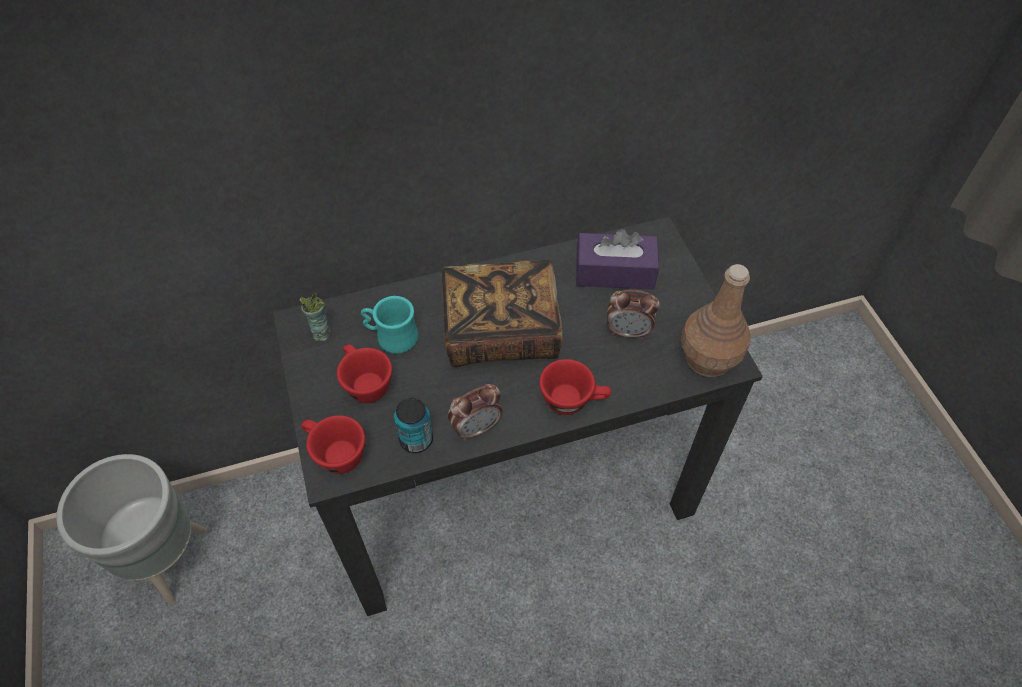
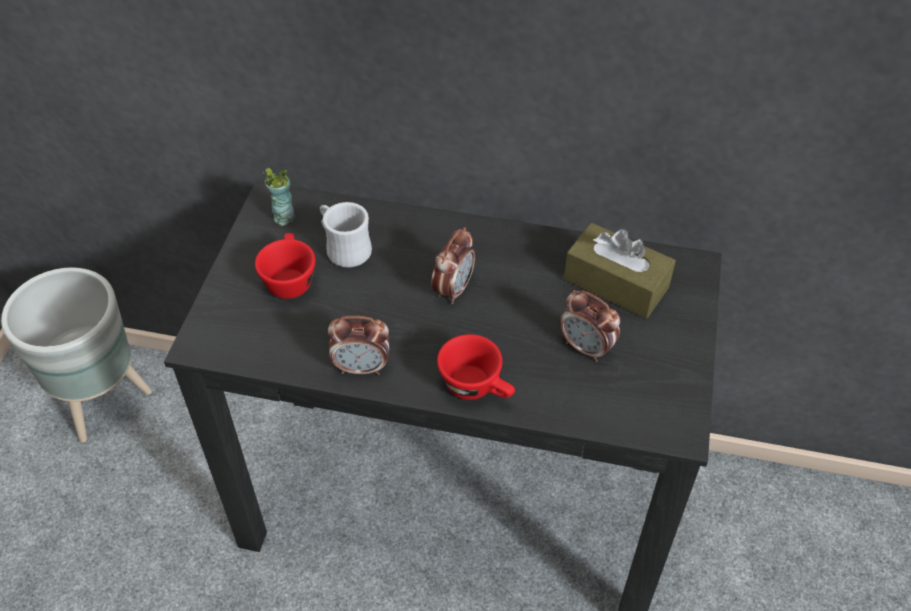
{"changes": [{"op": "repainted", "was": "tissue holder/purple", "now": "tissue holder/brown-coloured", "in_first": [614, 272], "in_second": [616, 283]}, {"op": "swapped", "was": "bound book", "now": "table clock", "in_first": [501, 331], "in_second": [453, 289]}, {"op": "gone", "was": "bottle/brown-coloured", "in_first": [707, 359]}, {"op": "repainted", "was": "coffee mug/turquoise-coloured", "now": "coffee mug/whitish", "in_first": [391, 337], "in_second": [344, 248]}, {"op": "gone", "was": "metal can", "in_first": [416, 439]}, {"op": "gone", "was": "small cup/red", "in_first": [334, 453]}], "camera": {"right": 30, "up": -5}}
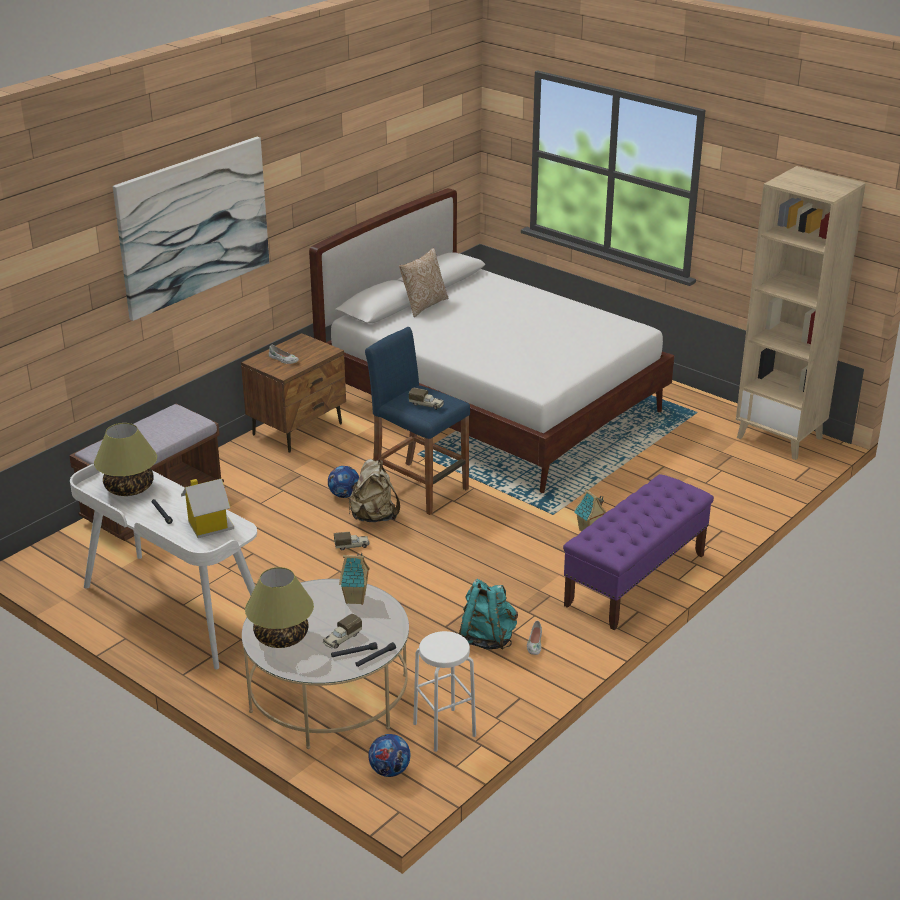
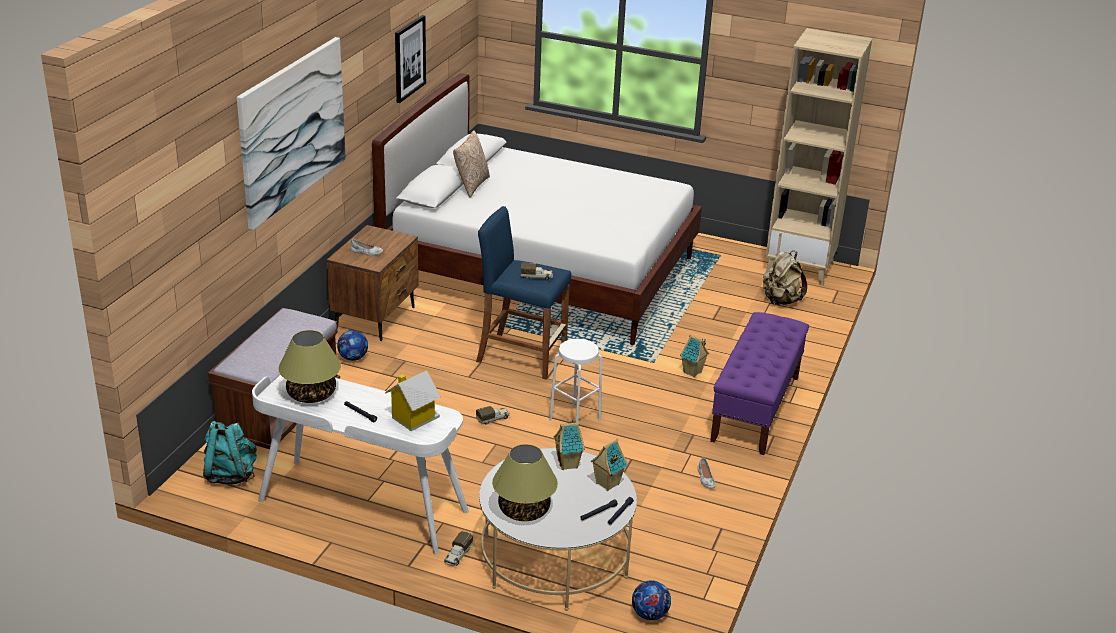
{"changes": [{"op": "shifted", "was": "rucksack/beige-coloured", "in_first": [374, 517], "in_second": [781, 301]}, {"op": "shifted", "was": "football", "in_first": [344, 495], "in_second": [353, 358]}, {"op": "shifted", "was": "rucksack/turquoise-coloured", "in_first": [487, 638], "in_second": [230, 475]}, {"op": "shifted", "was": "toy truck", "in_first": [342, 639], "in_second": [457, 555]}, {"op": "shifted", "was": "stool seat/whitish", "in_first": [444, 729], "in_second": [574, 420]}, {"op": "new", "now": "picture", "in_second": [409, 58]}, {"op": "new", "now": "toy house", "in_second": [606, 484]}], "camera": {"right": -20, "up": 0}}
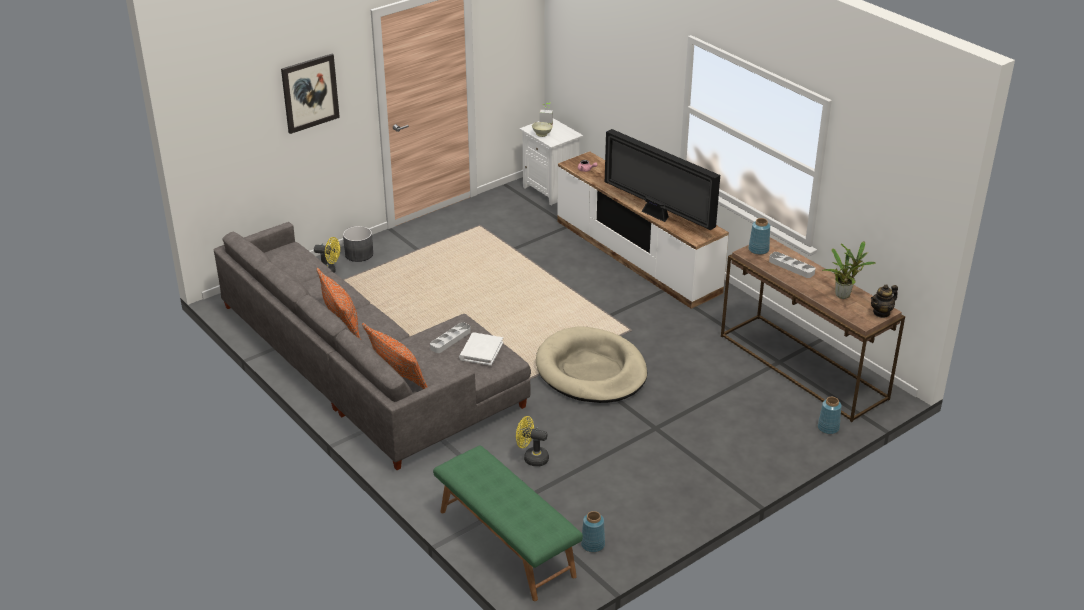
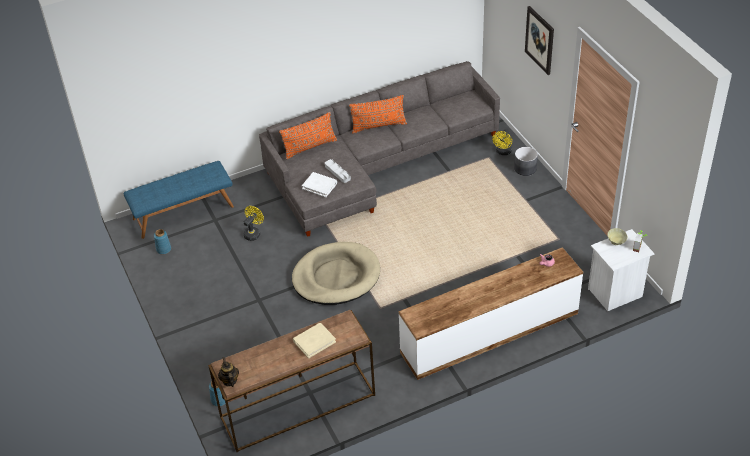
{"changes": [{"op": "gone", "was": "TV", "in_first": [657, 216]}, {"op": "gone", "was": "flower vase/bluish", "in_first": [758, 250]}, {"op": "gone", "was": "plant in a pot", "in_first": [844, 295]}, {"op": "swapped", "was": "tray/gray", "now": "bound book/beige-coloured", "in_first": [791, 267], "in_second": [314, 341]}, {"op": "repainted", "was": "bench/greenish", "now": "bench/bluish", "in_first": [505, 543], "in_second": [183, 212]}], "camera": {"right": 105, "up": 10}}
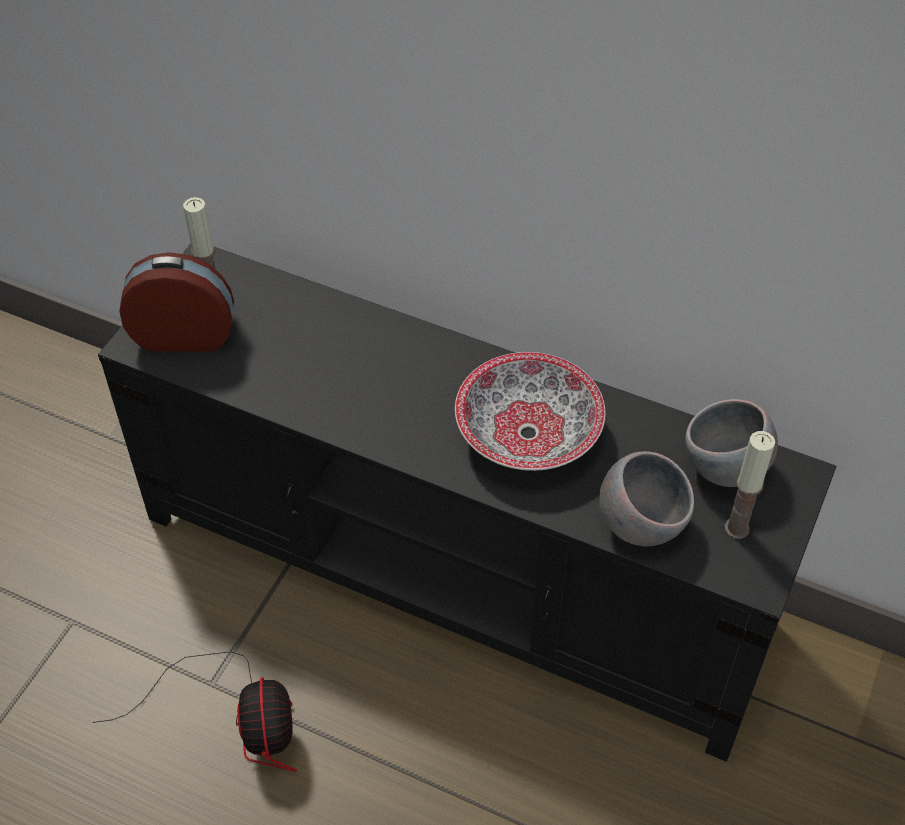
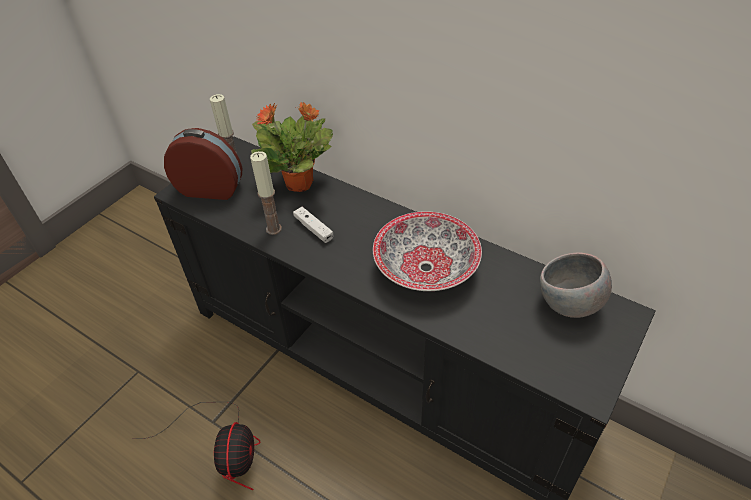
{"changes": [{"op": "shifted", "was": "candle", "in_first": [736, 528], "in_second": [273, 229]}, {"op": "gone", "was": "deep dish/gray", "in_first": [640, 523]}, {"op": "new", "now": "plant in a pot", "in_second": [300, 184]}, {"op": "new", "now": "gamepad/whitish", "in_second": [313, 229]}], "camera": {"right": 10, "up": -5}}
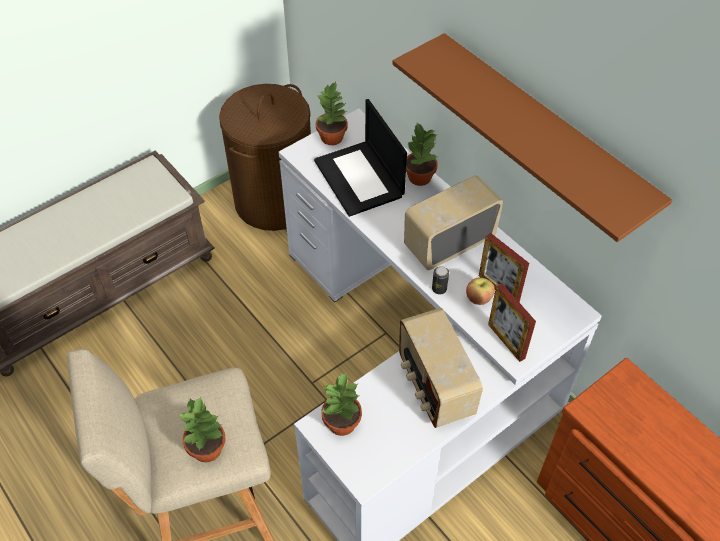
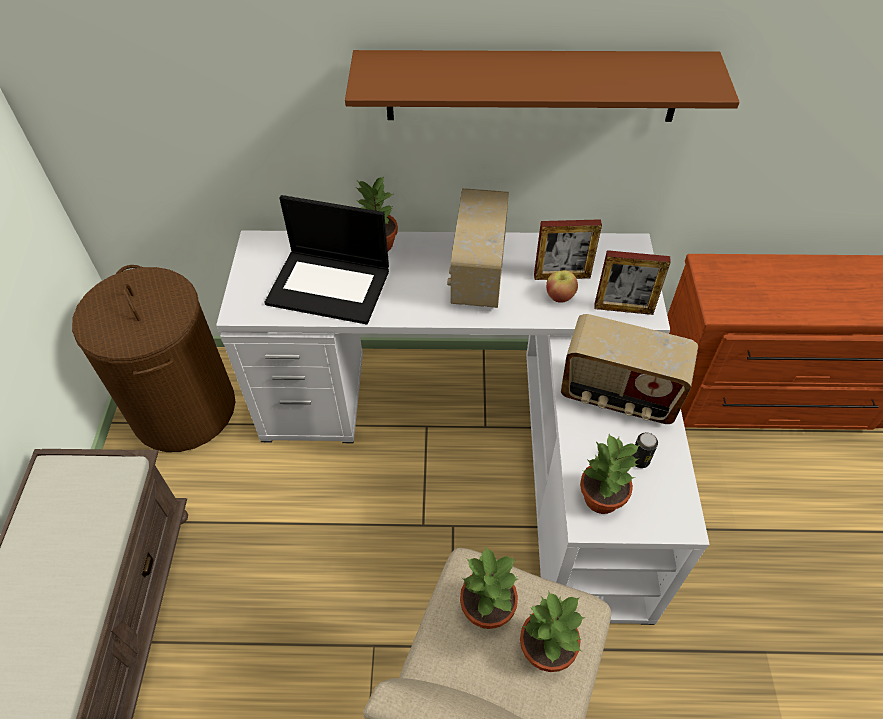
{"changes": [{"op": "shifted", "was": "plant in a pot", "in_first": [332, 137], "in_second": [488, 608]}, {"op": "shifted", "was": "metal can", "in_first": [439, 289], "in_second": [639, 460]}], "camera": {"right": -50, "up": 0}}
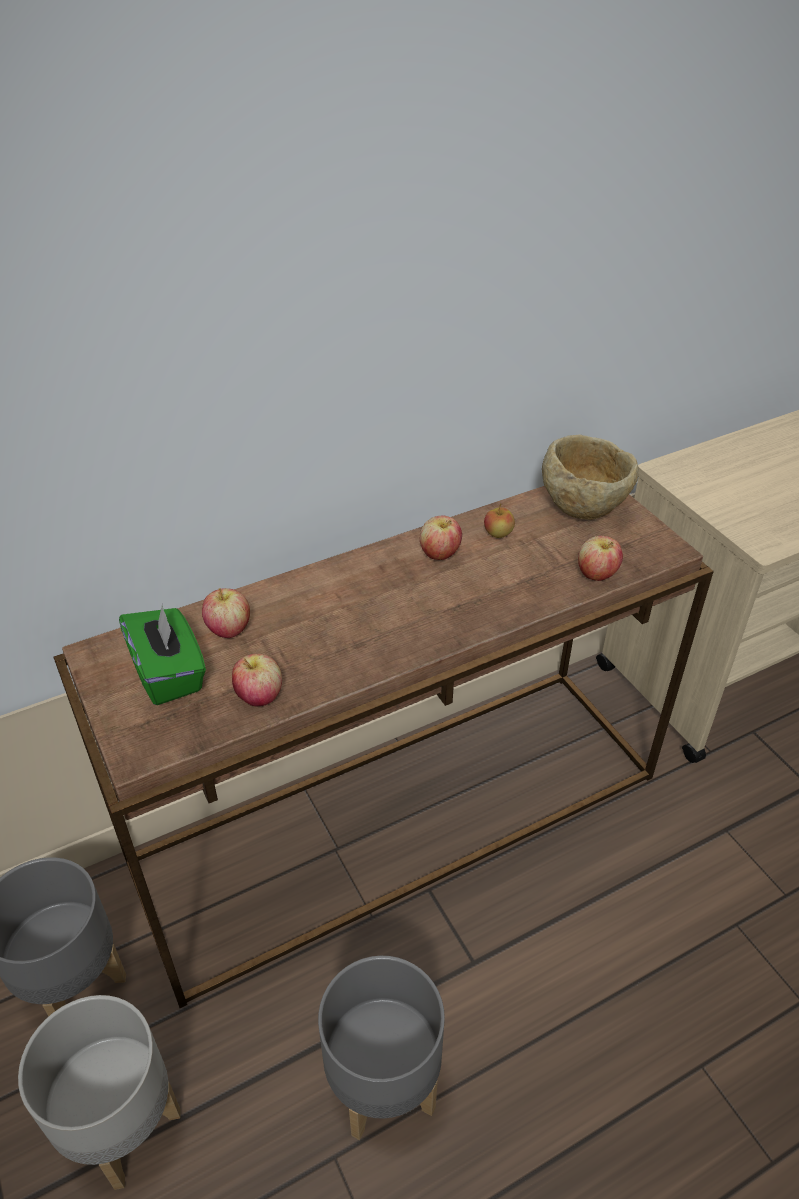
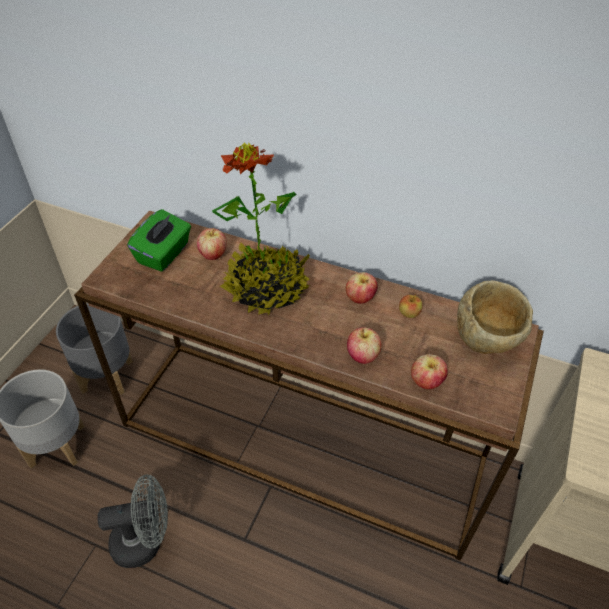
{"changes": [{"op": "shifted", "was": "apple", "in_first": [259, 696], "in_second": [362, 356]}, {"op": "swapped", "was": "flower pot/gray", "now": "fan/gray", "in_first": [382, 1084], "in_second": [145, 541]}, {"op": "new", "now": "plant in a pot", "in_second": [266, 289]}], "camera": {"right": 50, "up": 5}}
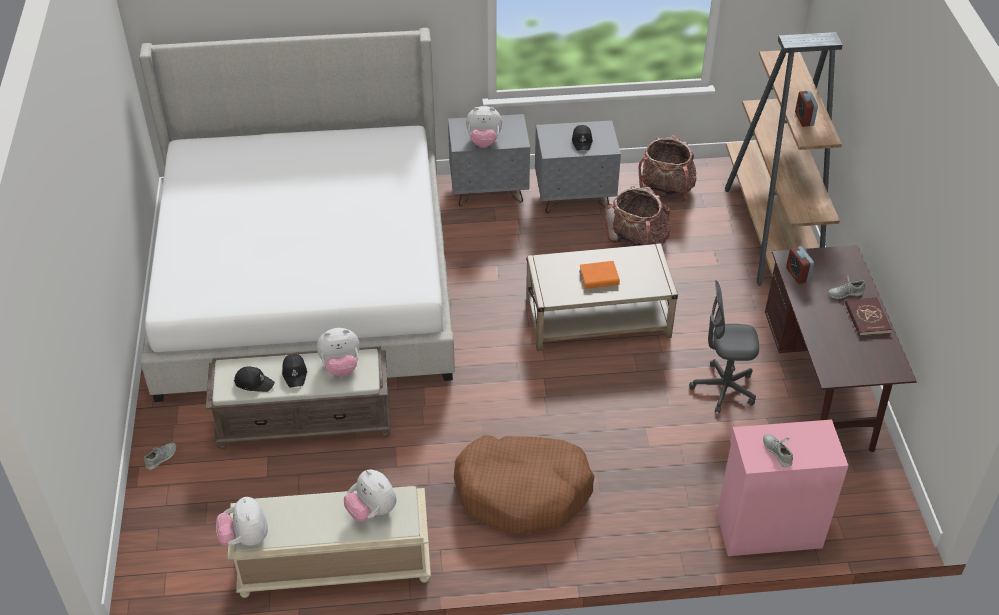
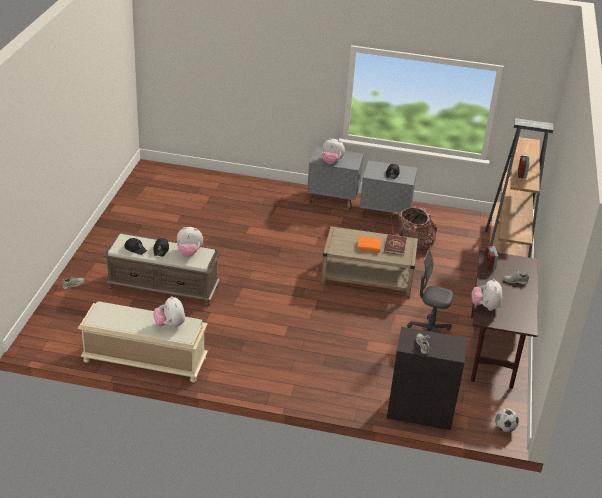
{"changes": [{"op": "gone", "was": "sleeping bed", "in_first": [306, 281]}, {"op": "gone", "was": "rucksack", "in_first": [666, 190]}, {"op": "shifted", "was": "bound book/red", "in_first": [867, 318], "in_second": [395, 246]}, {"op": "repainted", "was": "cupboard/pinkish", "now": "cupboard/black", "in_first": [767, 529], "in_second": [419, 411]}, {"op": "gone", "was": "dog cushion/brown-coloured", "in_first": [523, 491]}, {"op": "shifted", "was": "soft toy", "in_first": [245, 538], "in_second": [485, 306]}, {"op": "new", "now": "football", "in_second": [504, 428]}], "camera": {"right": 15, "up": -10}}
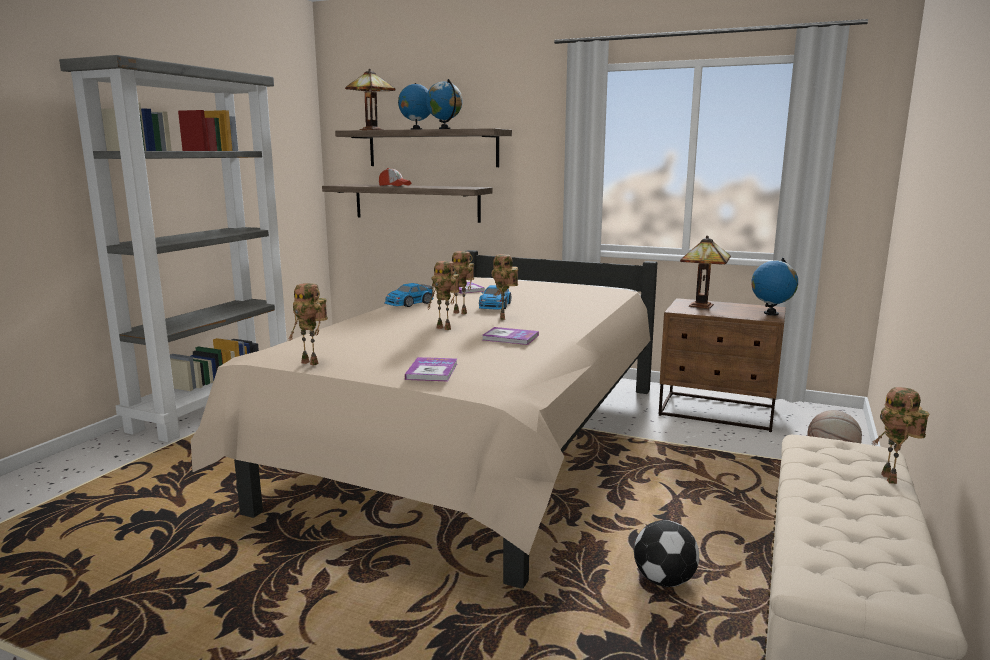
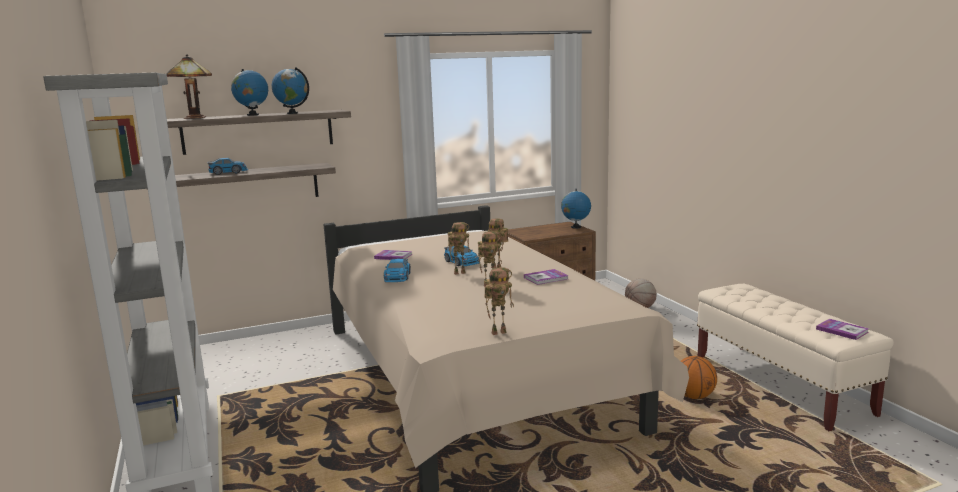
{"changes": [{"op": "swapped", "was": "peaked cap", "now": "miniature car", "in_first": [394, 185], "in_second": [228, 172]}, {"op": "gone", "was": "lamp for a table", "in_first": [703, 305]}, {"op": "shifted", "was": "bound book", "in_first": [432, 371], "in_second": [842, 330]}, {"op": "gone", "was": "robot figure", "in_first": [892, 479]}, {"op": "swapped", "was": "football", "now": "basketball", "in_first": [663, 581], "in_second": [694, 396]}], "camera": {"right": -45, "up": 0}}
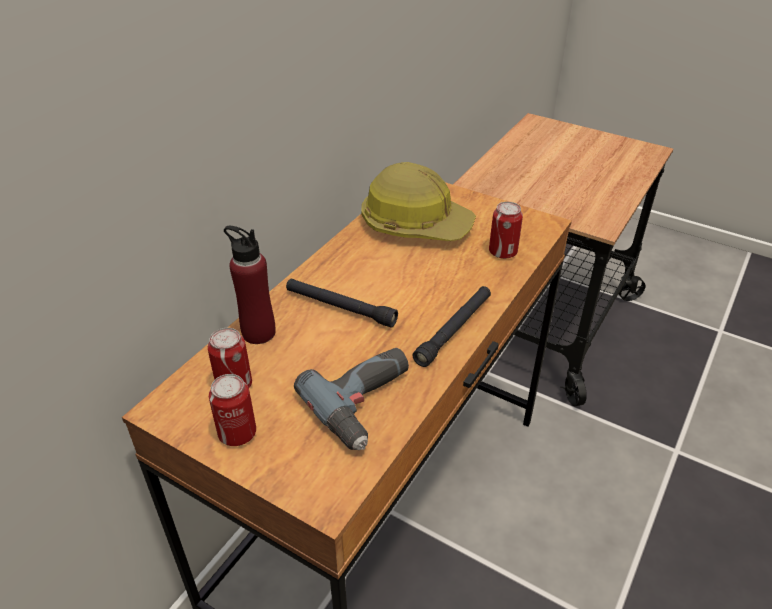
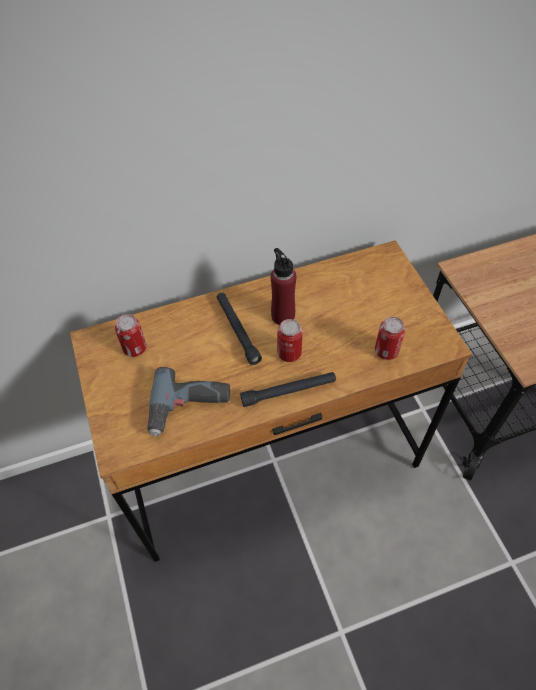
{"changes": [{"op": "gone", "was": "hard hat", "in_first": [415, 224]}, {"op": "shifted", "was": "bottle/red", "in_first": [258, 332], "in_second": [283, 316]}, {"op": "shifted", "was": "metal can", "in_first": [237, 433], "in_second": [289, 353]}], "camera": {"right": 40, "up": 15}}
